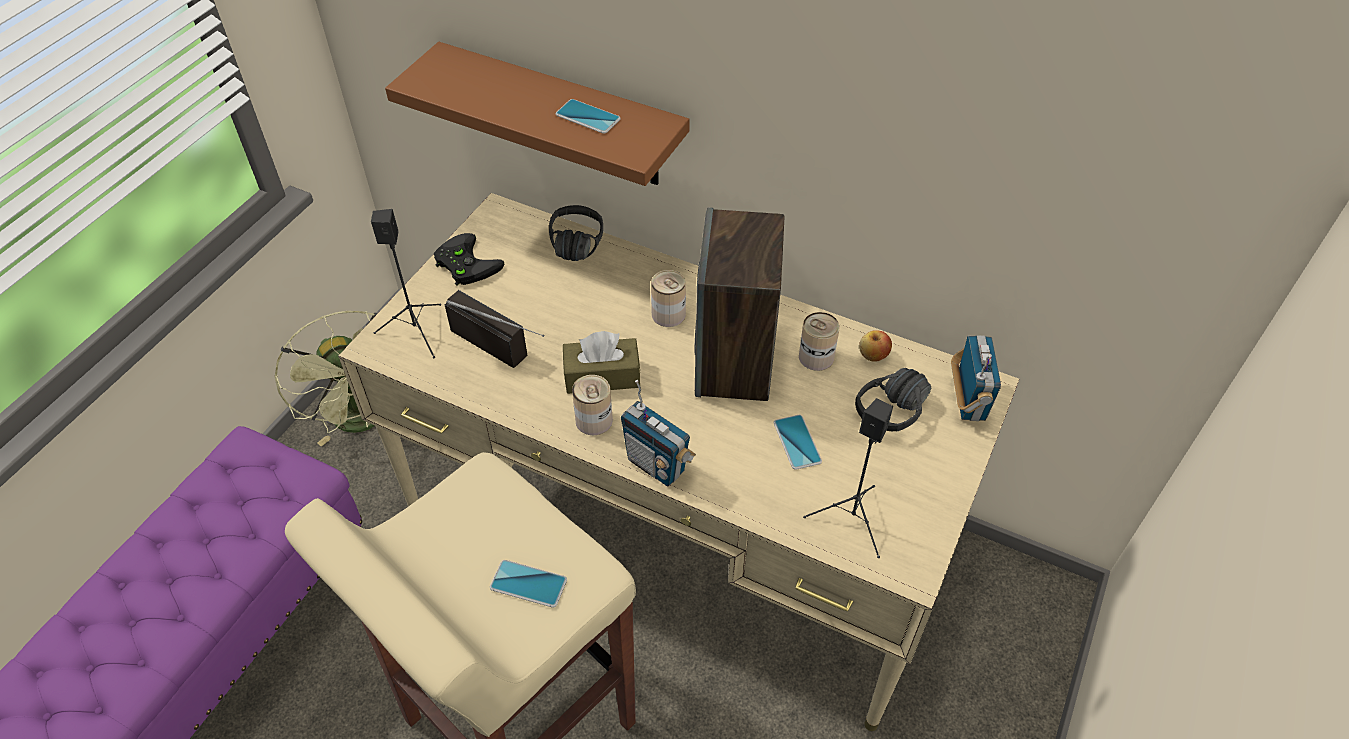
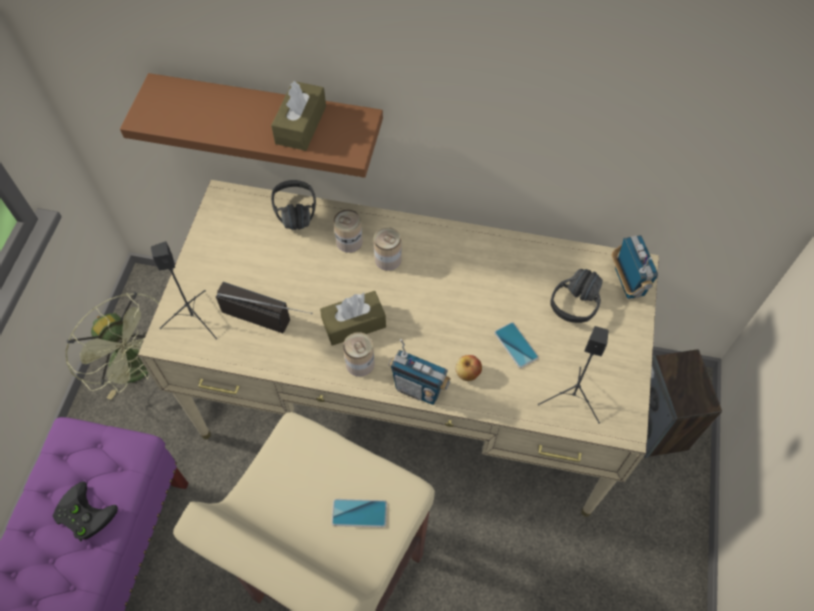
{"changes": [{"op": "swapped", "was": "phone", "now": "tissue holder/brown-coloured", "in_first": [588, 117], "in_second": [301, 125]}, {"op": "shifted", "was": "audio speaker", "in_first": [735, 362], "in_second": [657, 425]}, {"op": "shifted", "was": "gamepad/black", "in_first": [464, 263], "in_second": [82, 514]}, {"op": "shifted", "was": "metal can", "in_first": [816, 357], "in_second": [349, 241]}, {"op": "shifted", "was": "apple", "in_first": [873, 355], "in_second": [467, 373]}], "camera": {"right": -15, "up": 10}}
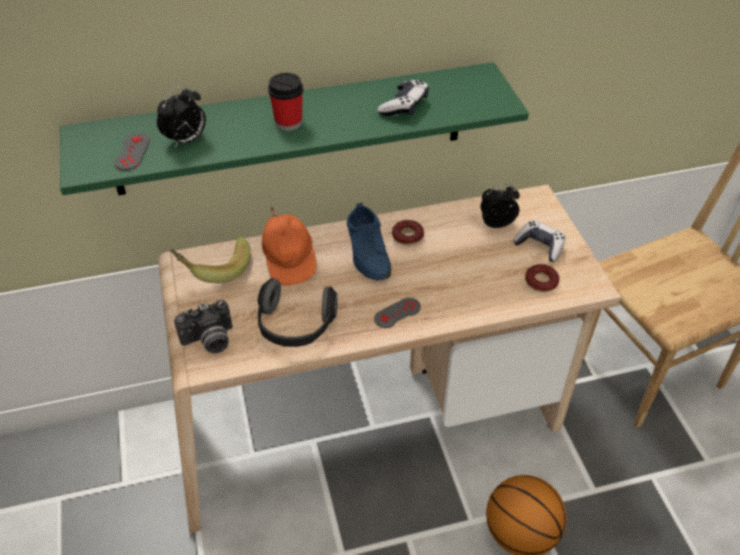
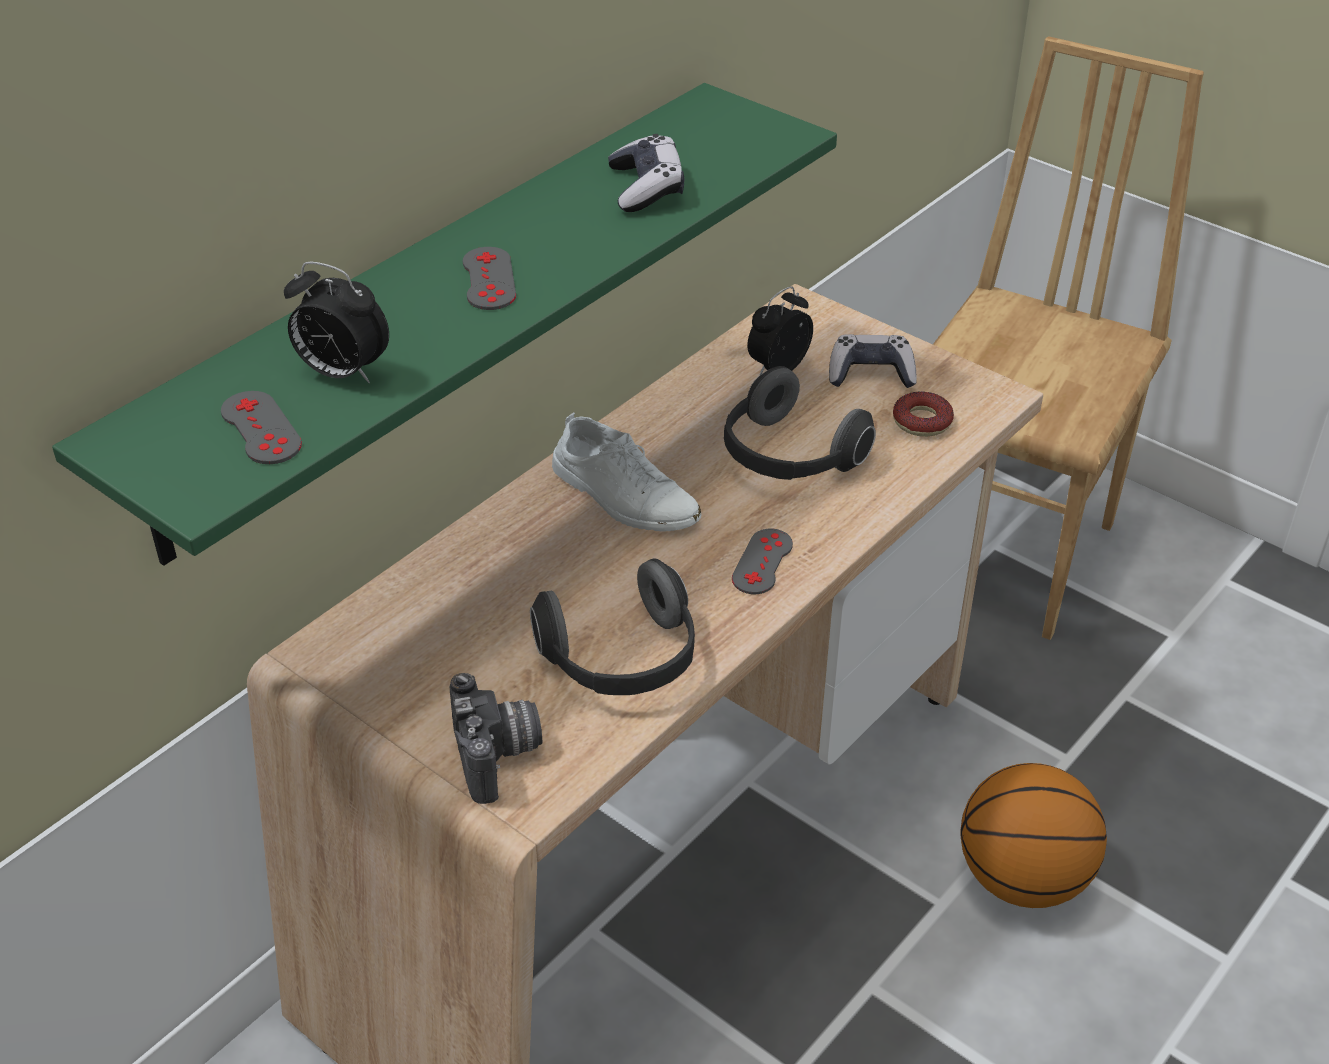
{"changes": [{"op": "swapped", "was": "small cup", "now": "gamepad/gray", "in_first": [288, 123], "in_second": [489, 279]}, {"op": "rotated", "was": "table clock", "in_first": [186, 141], "in_second": [341, 373], "clockwise": 105}, {"op": "repainted", "was": "shoe/bluish", "now": "shoe/whitish", "in_first": [368, 252], "in_second": [624, 496]}, {"op": "gone", "was": "peaked cap/orangey", "in_first": [289, 260]}, {"op": "gone", "was": "donut", "in_first": [407, 236]}, {"op": "gone", "was": "banana fruit", "in_first": [214, 267]}, {"op": "rotated", "was": "still camera", "in_first": [209, 341], "in_second": [499, 756], "clockwise": -45}, {"op": "new", "now": "headset", "in_second": [788, 457]}], "camera": {"right": -35, "up": -5}}
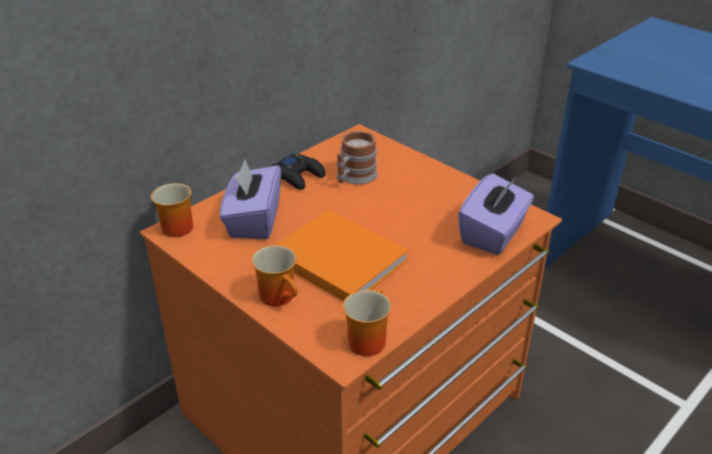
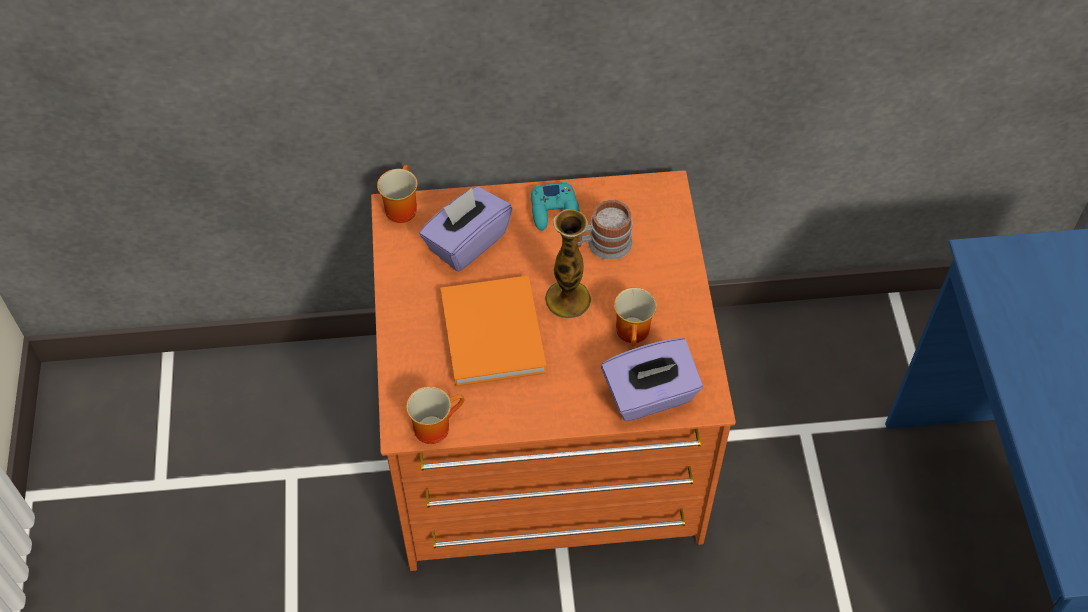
{"changes": [{"op": "repainted", "was": "gamepad/black", "now": "gamepad/turquoise-coloured", "in_first": [299, 176], "in_second": [555, 211]}, {"op": "shifted", "was": "coffee mug", "in_first": [281, 296], "in_second": [635, 333]}, {"op": "new", "now": "flower vase", "in_second": [567, 299]}], "camera": {"right": 40, "up": 20}}
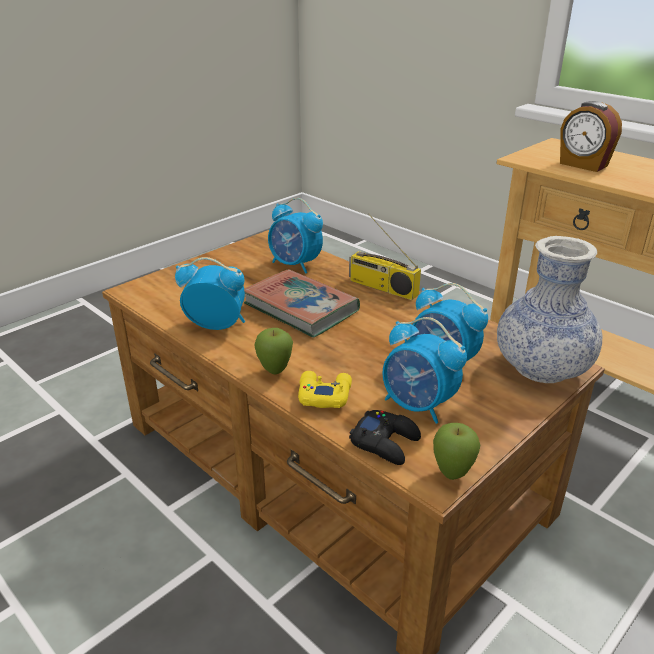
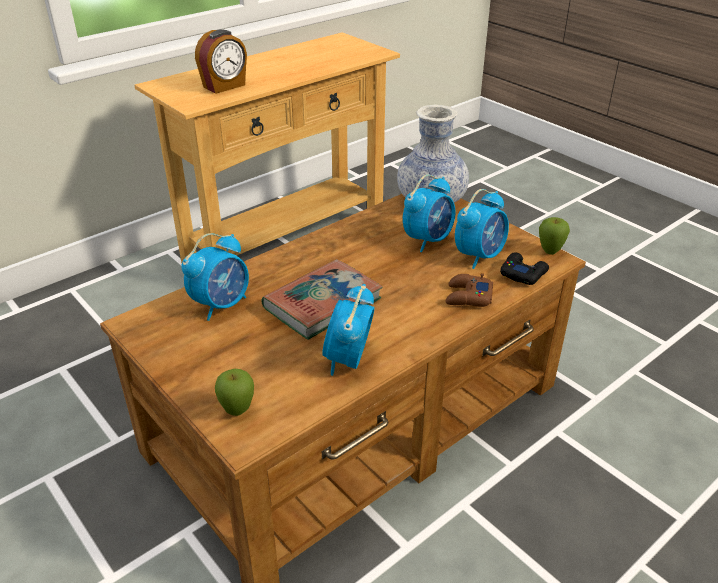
{"changes": [{"op": "gone", "was": "radio", "in_first": [381, 287]}, {"op": "shifted", "was": "apple", "in_first": [275, 371], "in_second": [237, 411]}, {"op": "repainted", "was": "gamepad/yellow", "now": "gamepad/brown-coloured", "in_first": [324, 394], "in_second": [468, 297]}], "camera": {"right": -85, "up": 5}}
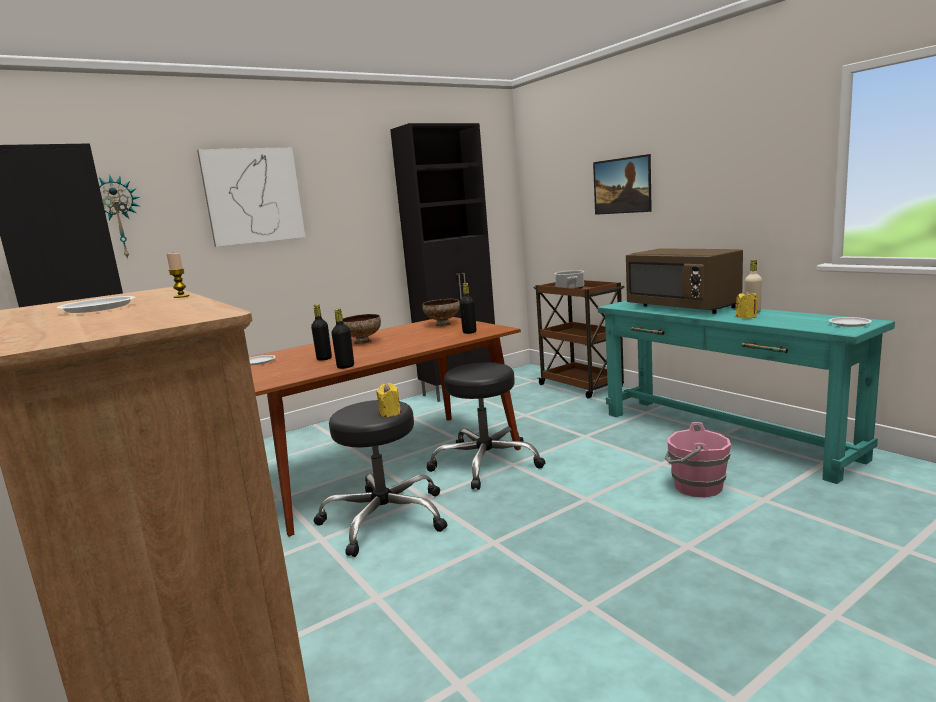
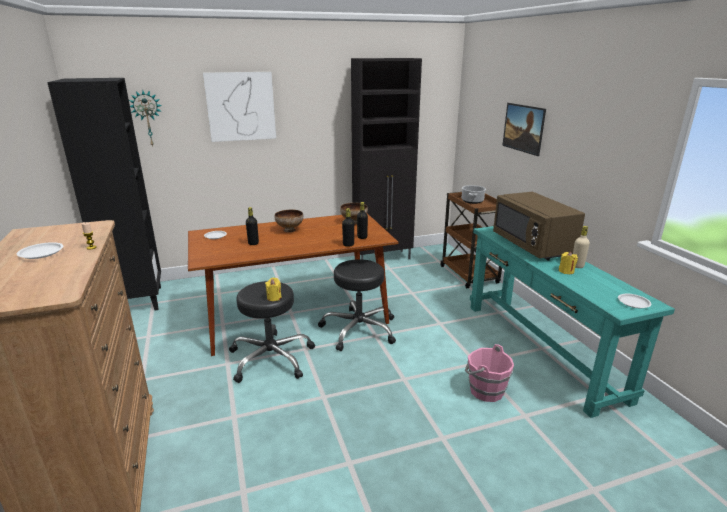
{"changes": [{"op": "shifted", "was": "bottle/black", "in_first": [345, 366], "in_second": [348, 245]}], "camera": {"right": 15, "up": 10}}
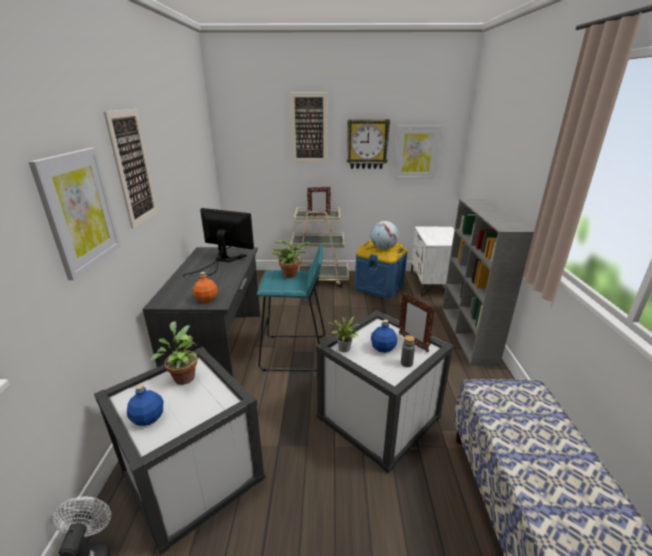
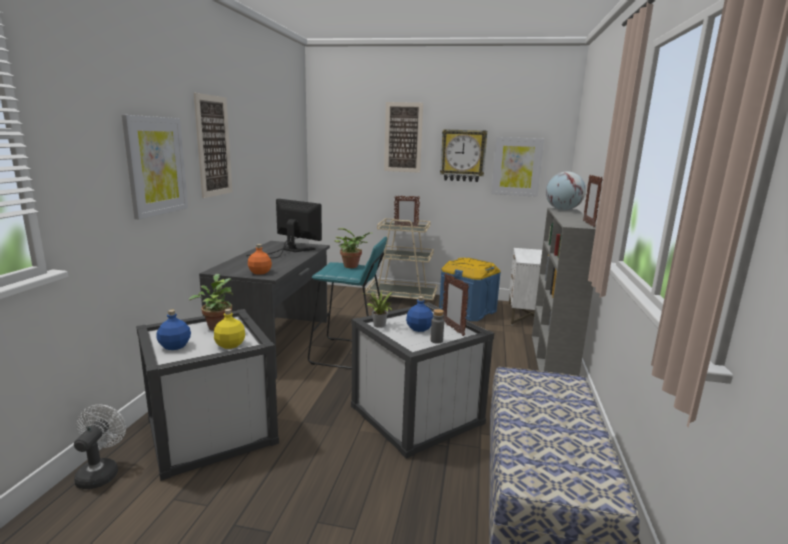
{"changes": [{"op": "shifted", "was": "world globe", "in_first": [383, 248], "in_second": [563, 210]}, {"op": "new", "now": "standing frame", "in_second": [588, 224]}, {"op": "new", "now": "bottle/yellow", "in_second": [230, 345]}], "camera": {"right": 10, "up": -10}}
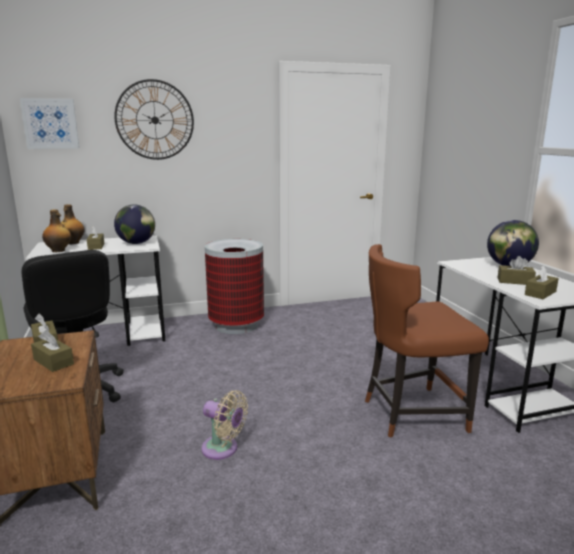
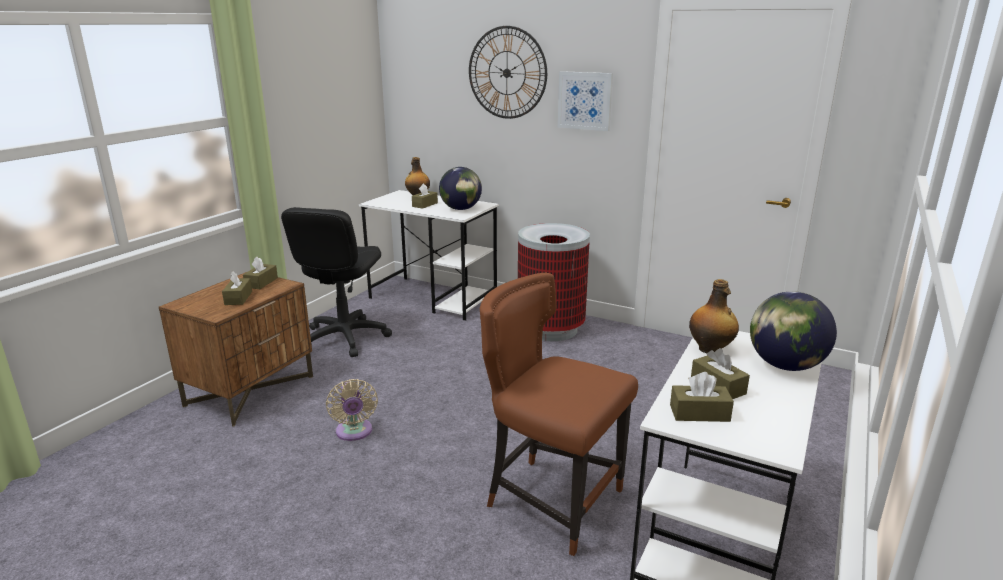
{"changes": [{"op": "shifted", "was": "picture", "in_first": [50, 123], "in_second": [585, 100]}, {"op": "shifted", "was": "bottle", "in_first": [59, 251], "in_second": [710, 349]}], "camera": {"right": 45, "up": 5}}
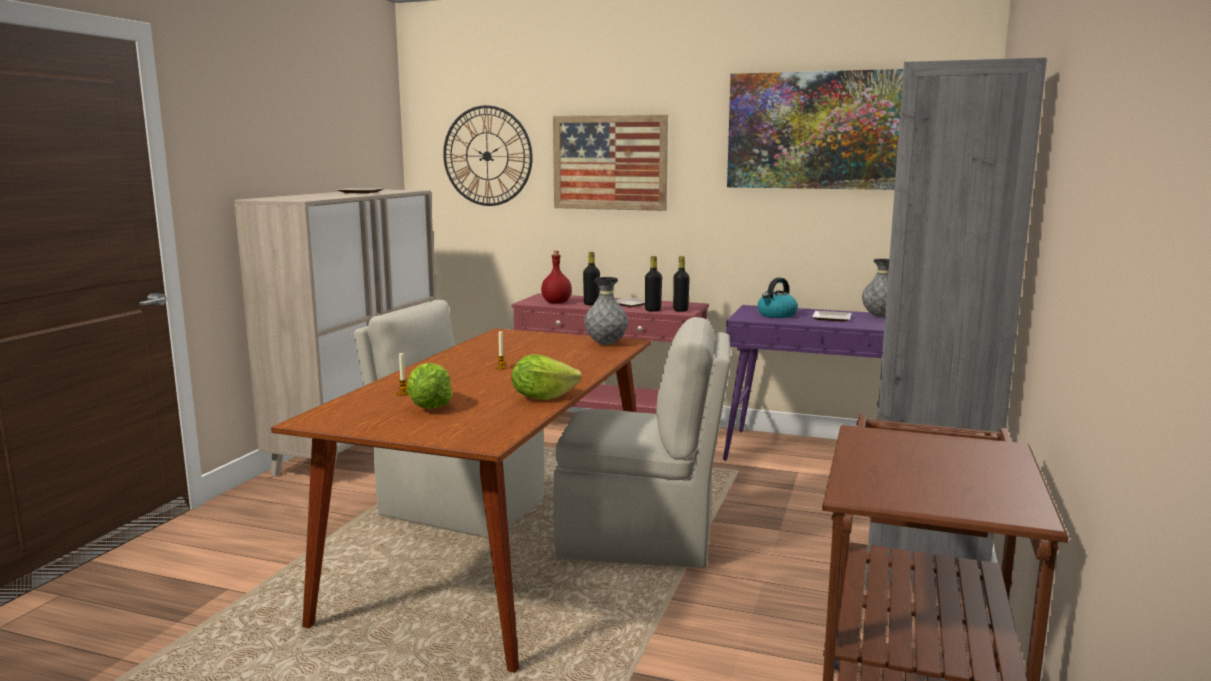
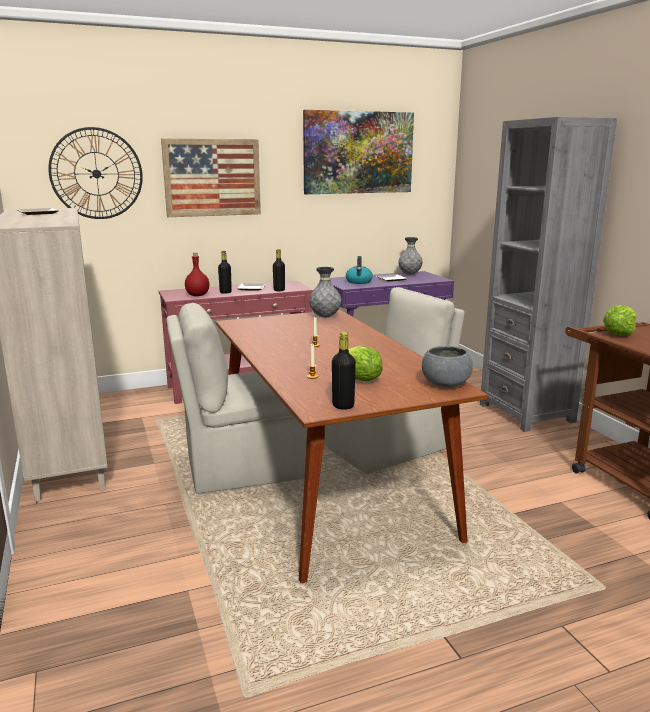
{"changes": [{"op": "shifted", "was": "bottle/black", "in_first": [680, 310], "in_second": [343, 406]}, {"op": "shifted", "was": "lettuce head", "in_first": [542, 397], "in_second": [618, 334]}, {"op": "new", "now": "deep dish/gray", "in_second": [445, 384]}], "camera": {"right": -40, "up": 5}}
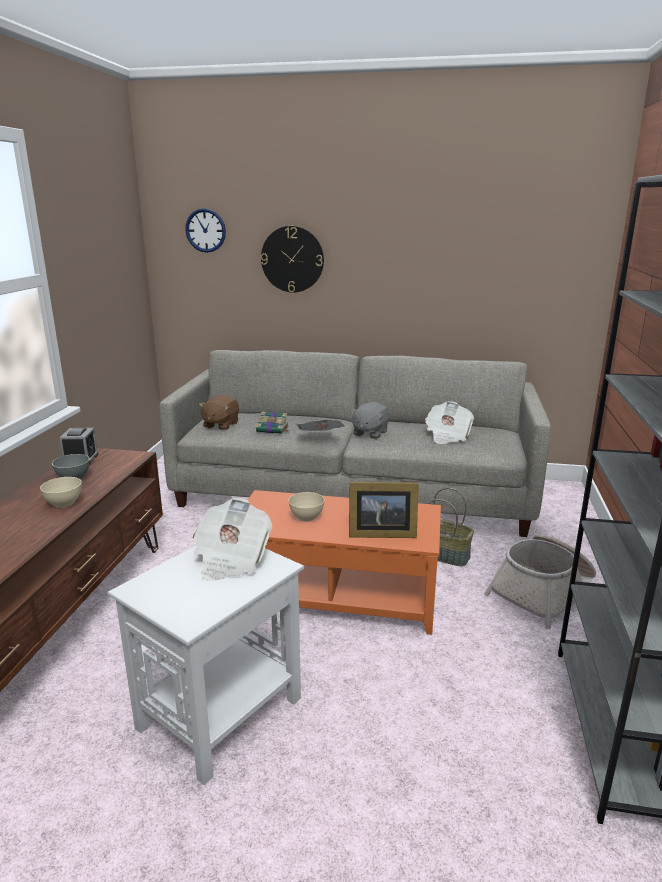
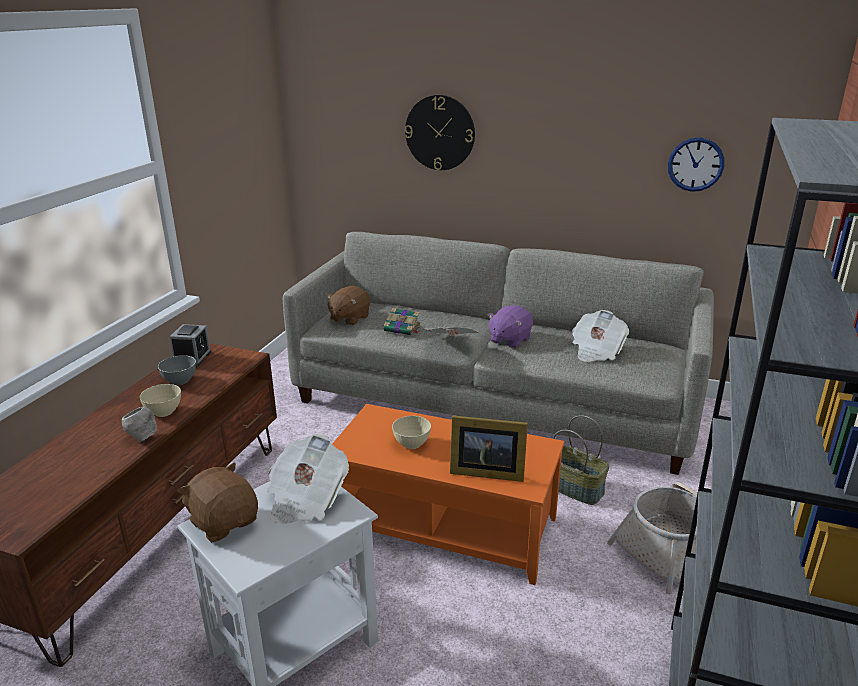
{"changes": [{"op": "shifted", "was": "wall clock", "in_first": [205, 230], "in_second": [695, 164]}, {"op": "repainted", "was": "soft toy/gray", "now": "soft toy/purple", "in_first": [369, 433], "in_second": [509, 340]}, {"op": "new", "now": "deep dish/gray", "in_second": [142, 438]}, {"op": "new", "now": "soft toy/brown-coloured", "in_second": [224, 522]}], "camera": {"right": 10, "up": 5}}
